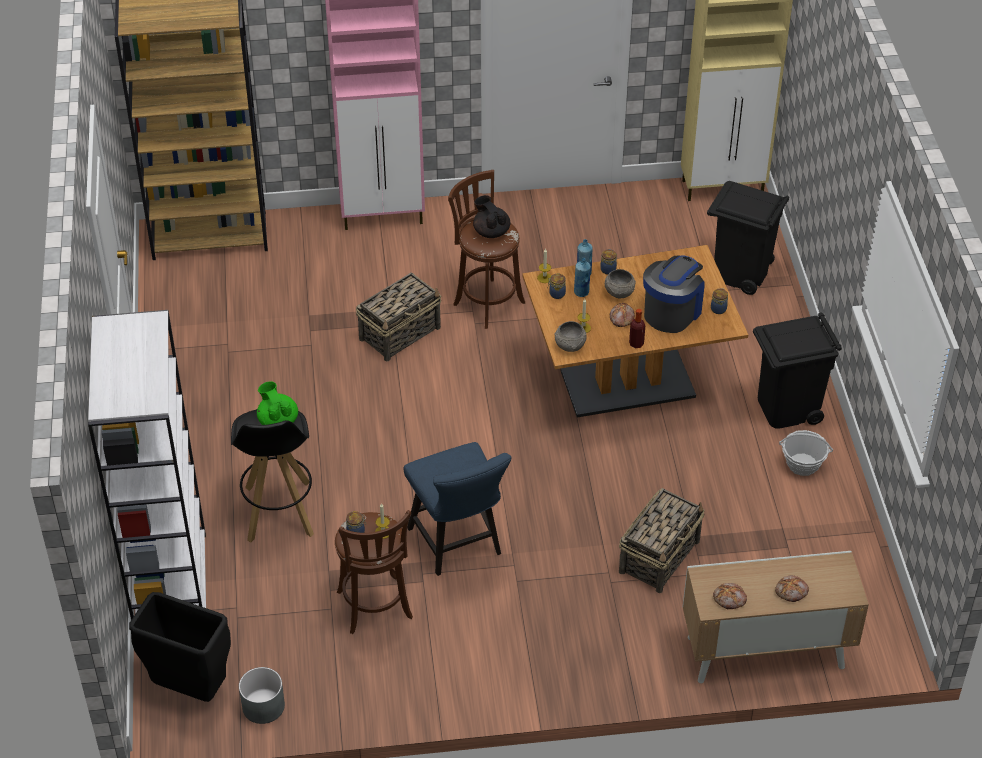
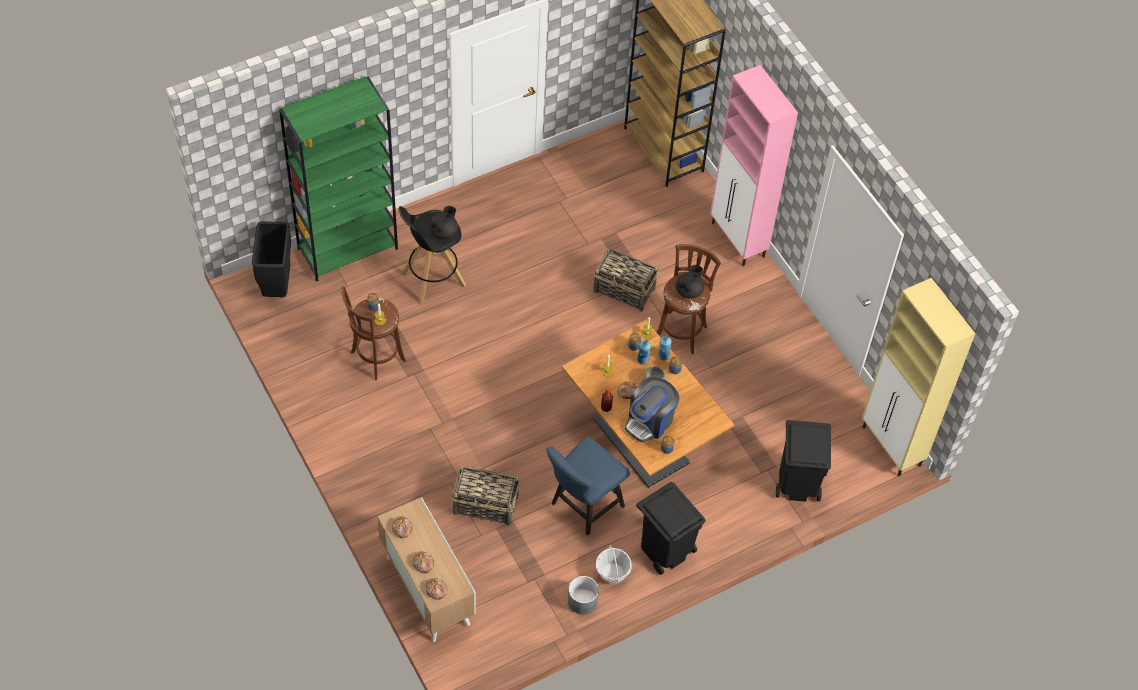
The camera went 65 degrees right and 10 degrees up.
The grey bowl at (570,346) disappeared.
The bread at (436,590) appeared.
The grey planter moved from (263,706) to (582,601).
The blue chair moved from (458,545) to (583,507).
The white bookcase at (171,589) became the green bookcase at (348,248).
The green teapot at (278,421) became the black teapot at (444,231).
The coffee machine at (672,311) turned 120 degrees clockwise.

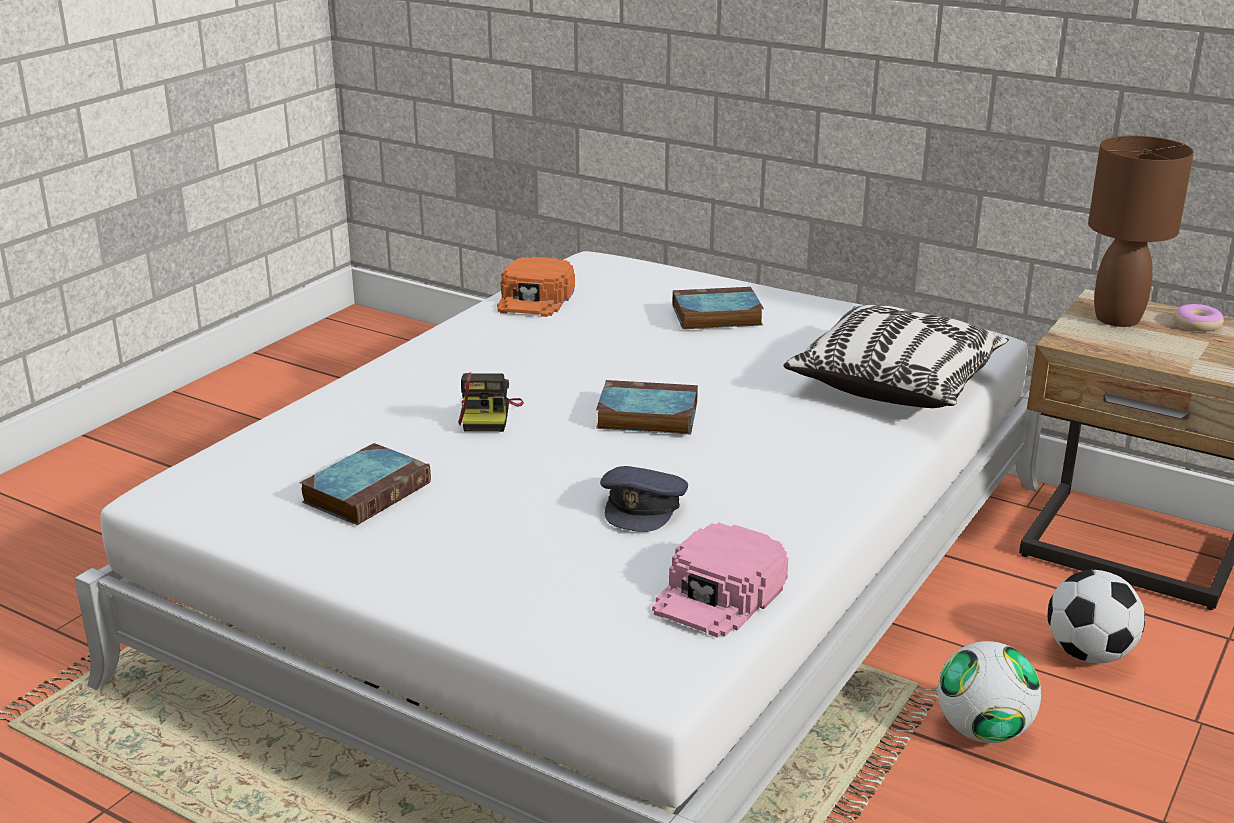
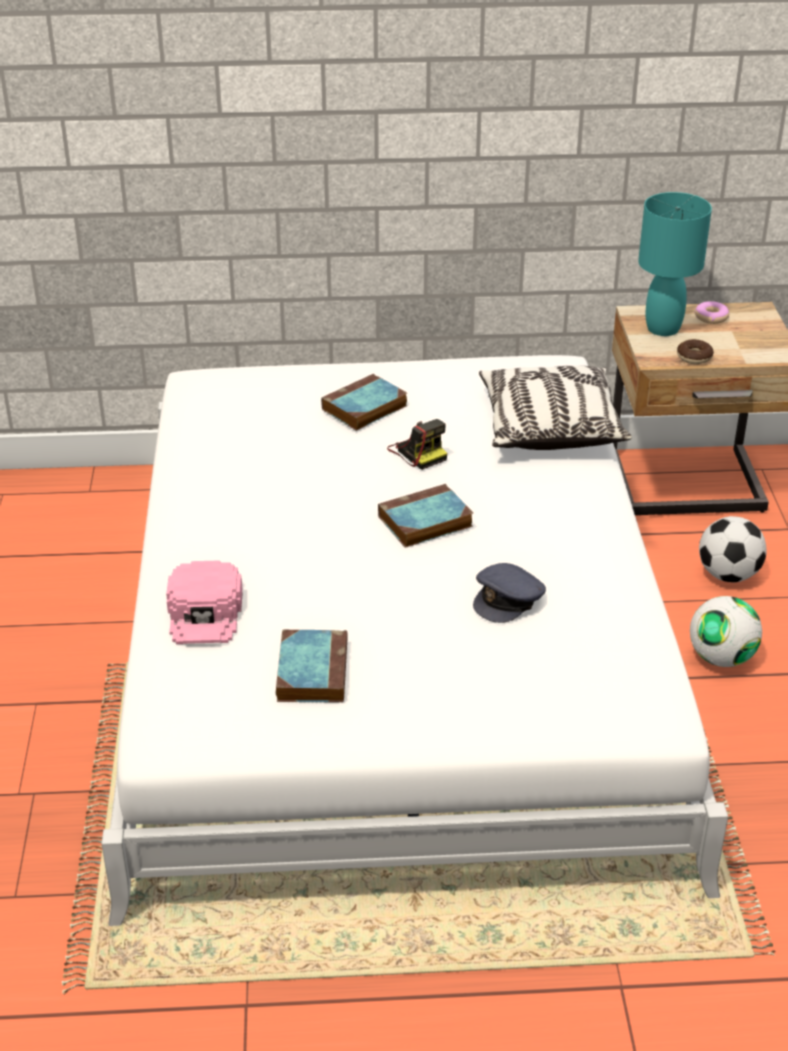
The camera went 35 degrees left and 10 degrees up.
The orange cap at (536,298) disappeared.
The donut at (694,357) appeared.
The photo camera moved from (488,415) to (418,452).
The pink cap moved from (720,593) to (205,611).
The brown table lamp at (1117,318) became the turquoise table lamp at (662,328).
The grey cap at (643,506) turned 60 degrees clockwise.

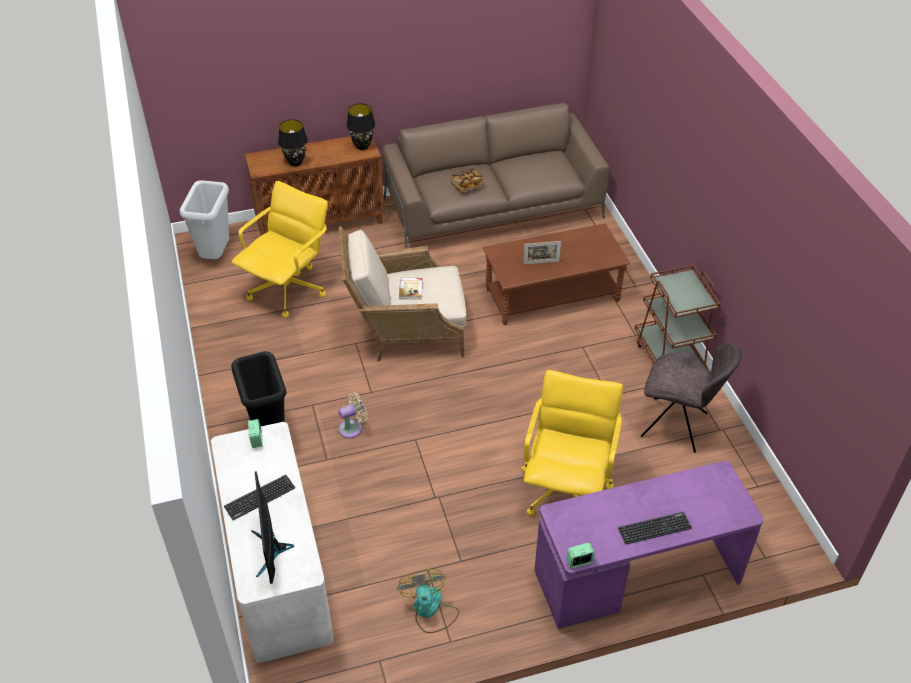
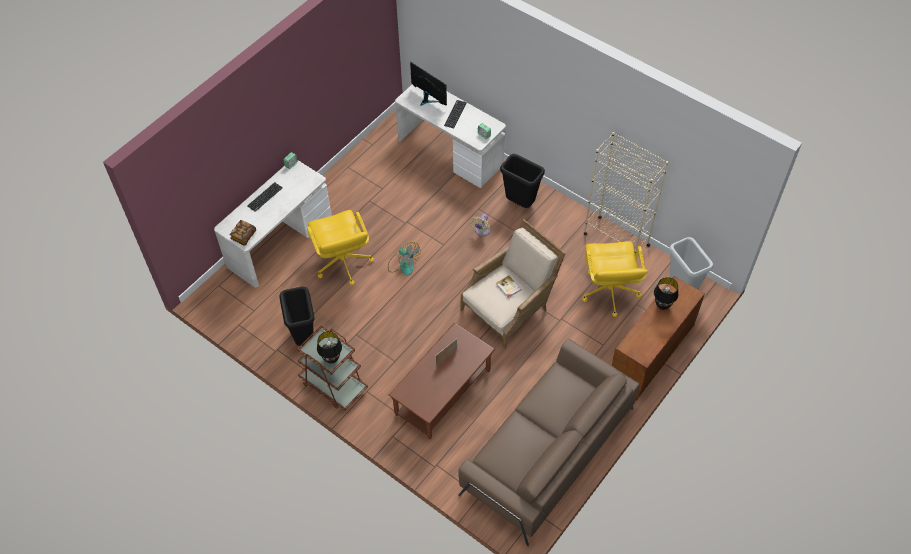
The camera went 145 degrees right and 10 degrees up.
The beige bookcase at (616,239) appeared.
The black table lamp moved from (362,147) to (331,359).
The fan moved from (430,610) to (403,264).
The book moved from (466,186) to (243,236).
The grey chair at (677,426) was replaced by the black trash can at (303,337).
The purple desk at (637,576) became the white desk at (279,240).

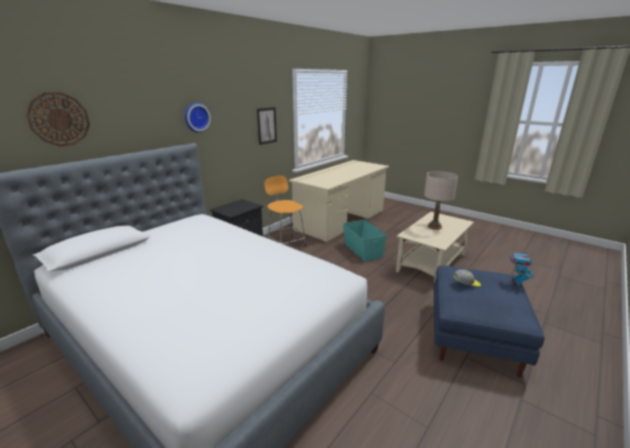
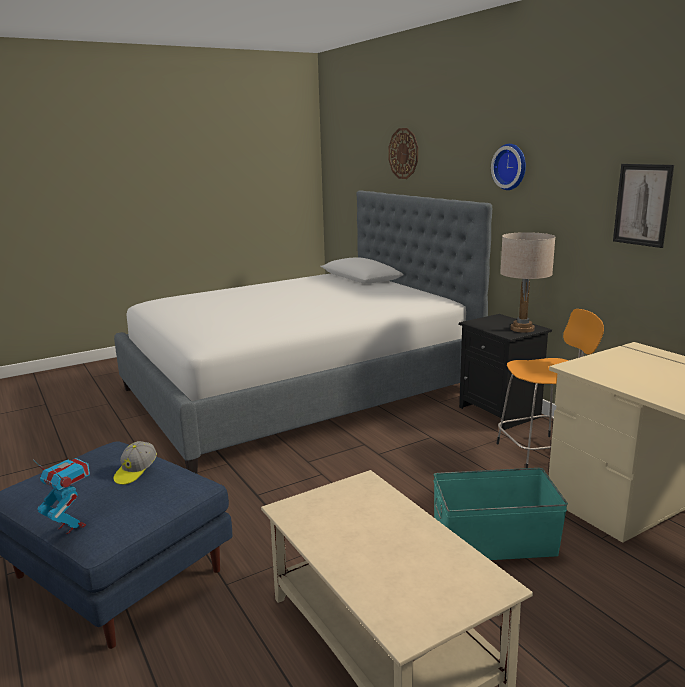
The camera went 110 degrees right and 5 degrees down.
The beige table lamp moved from (434,227) to (522,329).

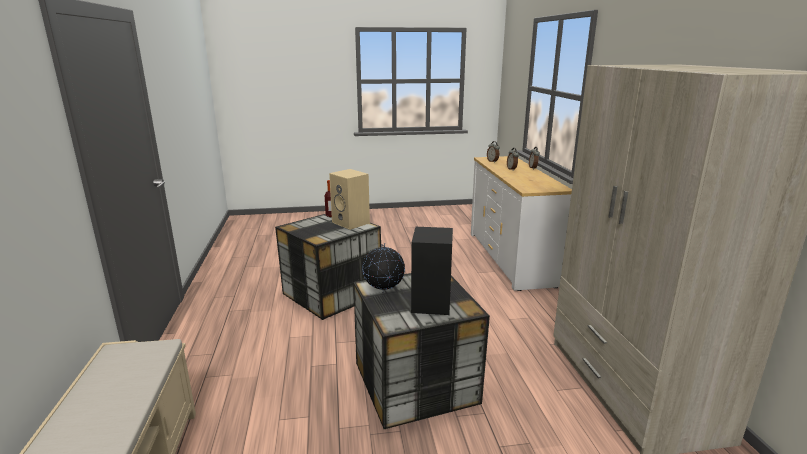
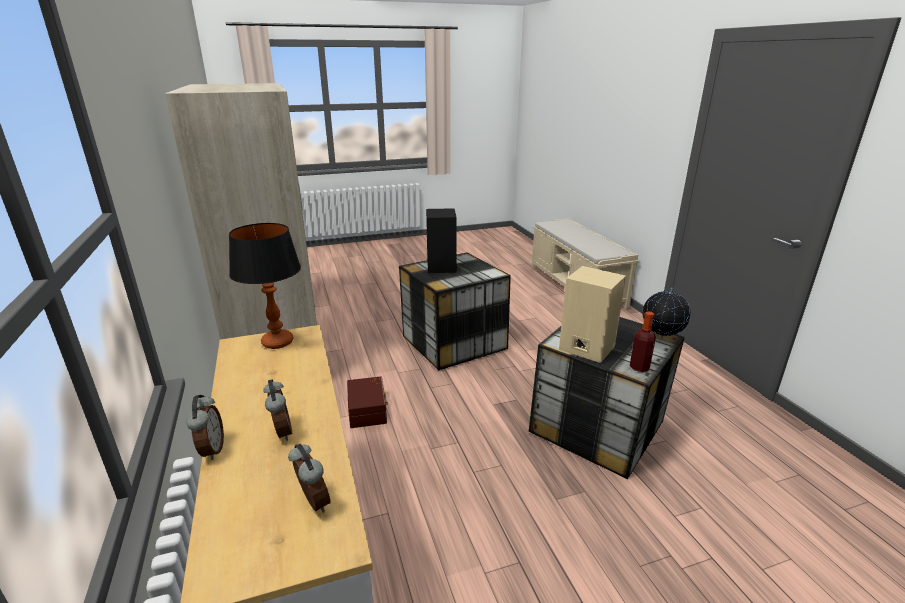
The camera went 170 degrees right and 5 degrees up.
The table lamp at (278,342) appeared.
The brown storage box at (368,410) appeared.
The globe moved from (384,292) to (661,338).

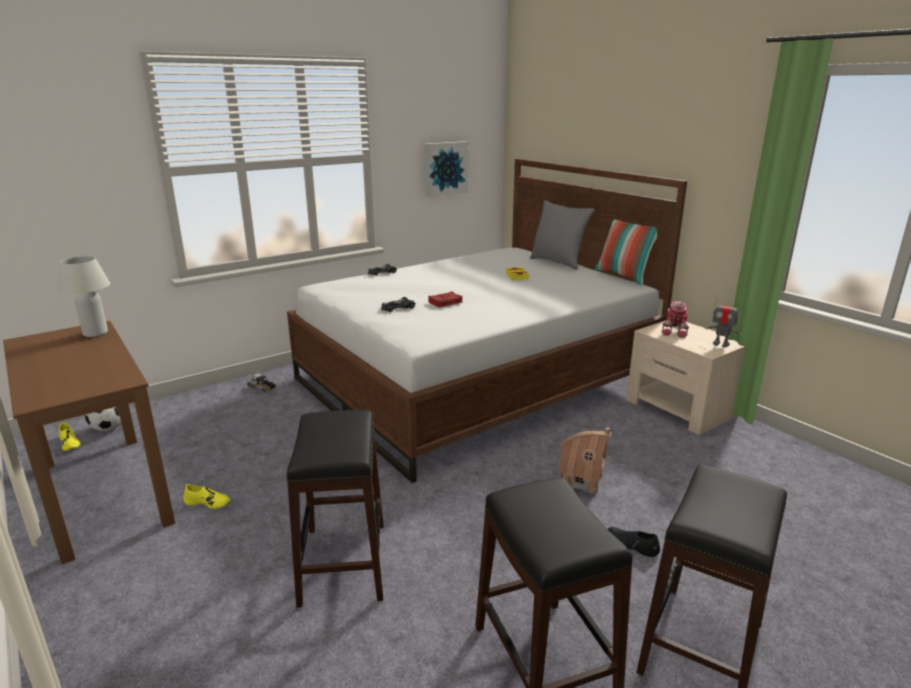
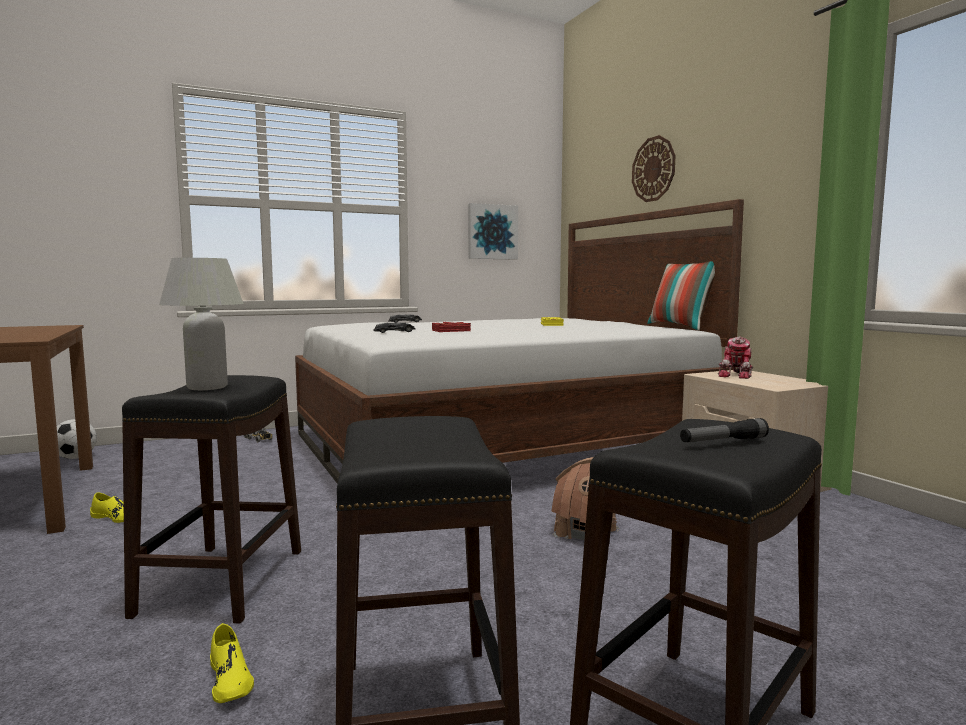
The camera went 10 degrees right and 15 degrees down.
The grey pillow at (558,262) disappeared.
The black shoe at (632,545) disappeared.
The toy robot at (720,344) disappeared.
The wall clock at (653,169) appeared.
The flashlight at (723,441) appeared.
The white table lamp moved from (95,333) to (207,387).
The yellow shoe moved from (69,443) to (230,679).

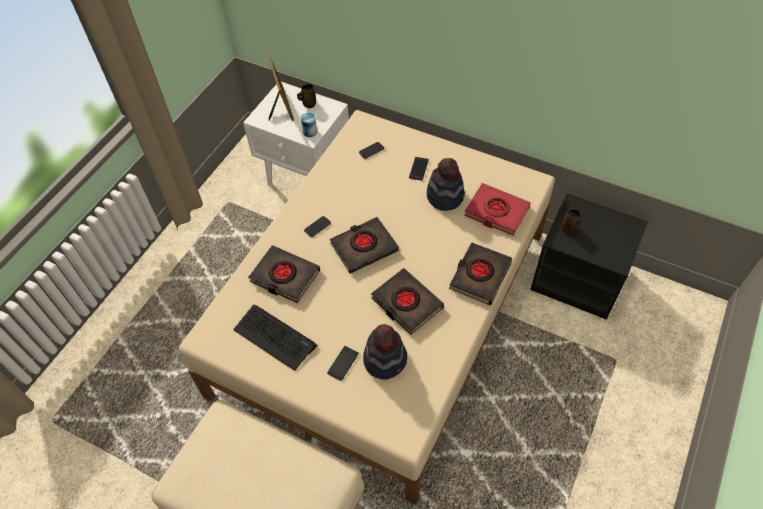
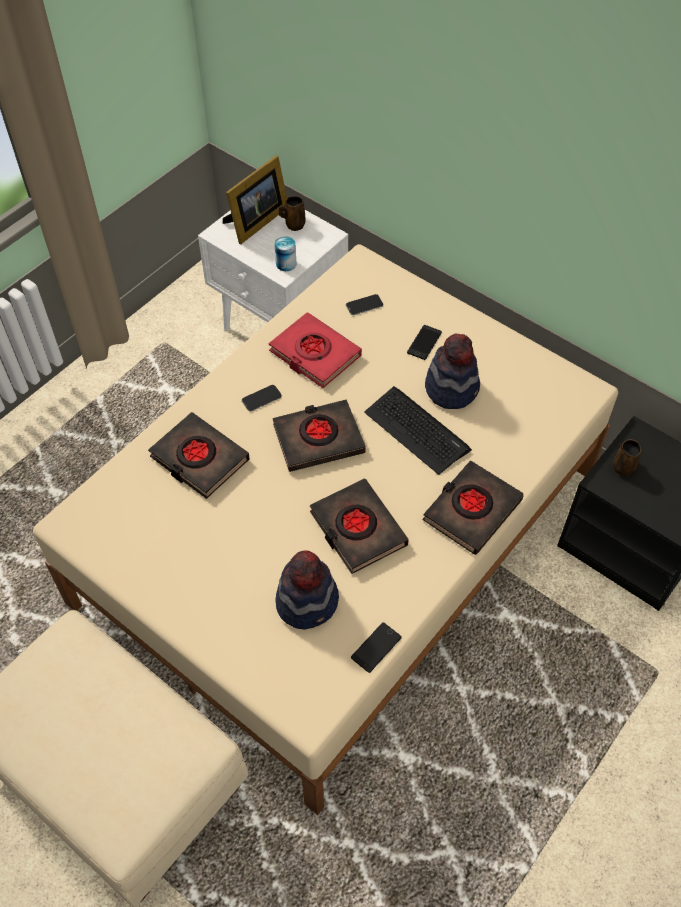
The camera went 10 degrees right and 0 degrees up.
The keyboard moved from (275,337) to (417,430).
The phone moved from (343,363) to (376,647).
The red book moved from (496,212) to (314,354).
The picture frame at (281,106) turned 45 degrees clockwise.

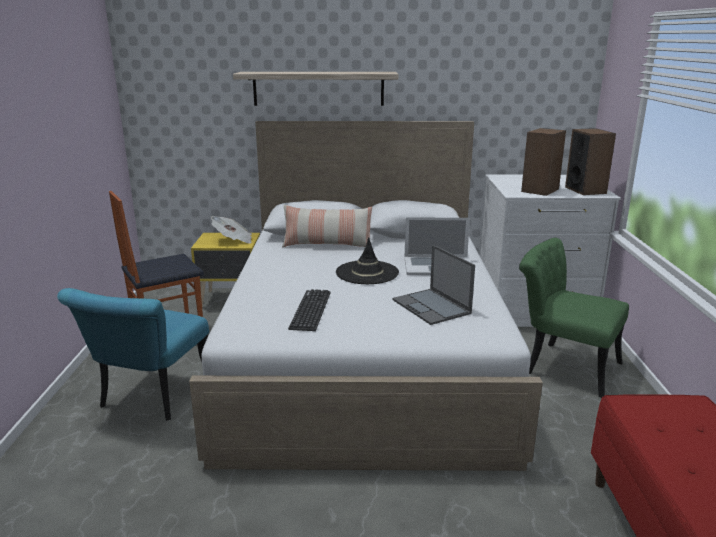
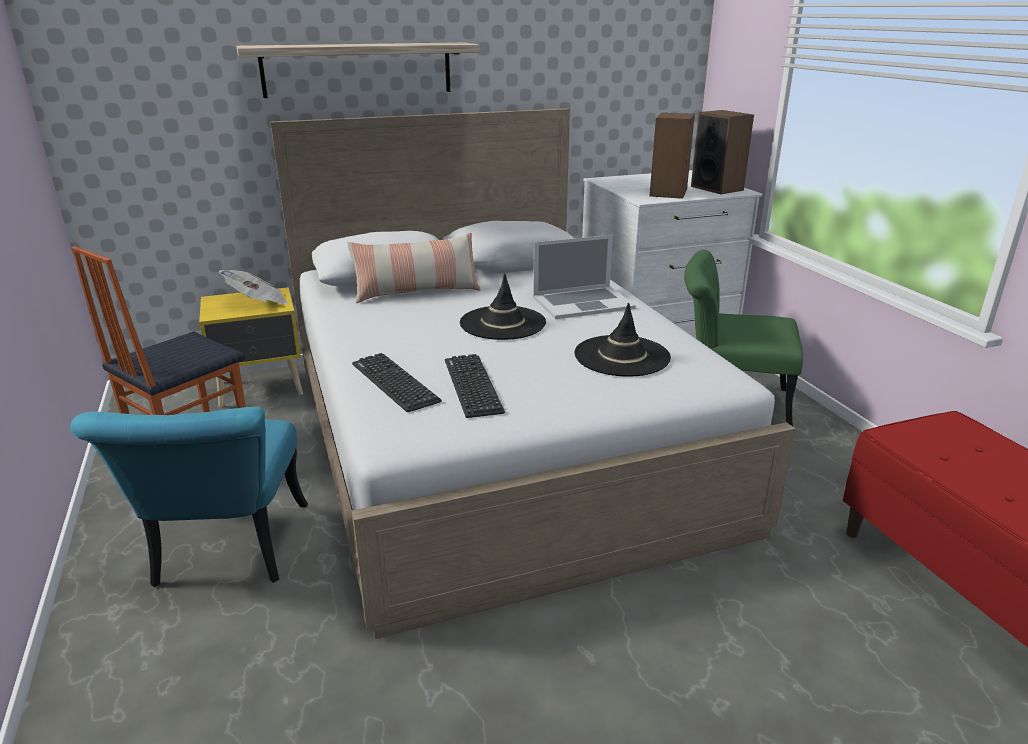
The camera went 20 degrees left and 5 degrees up.
The keyboard at (394,383) appeared.
The laptop at (432,307) was replaced by the black hat at (622,356).

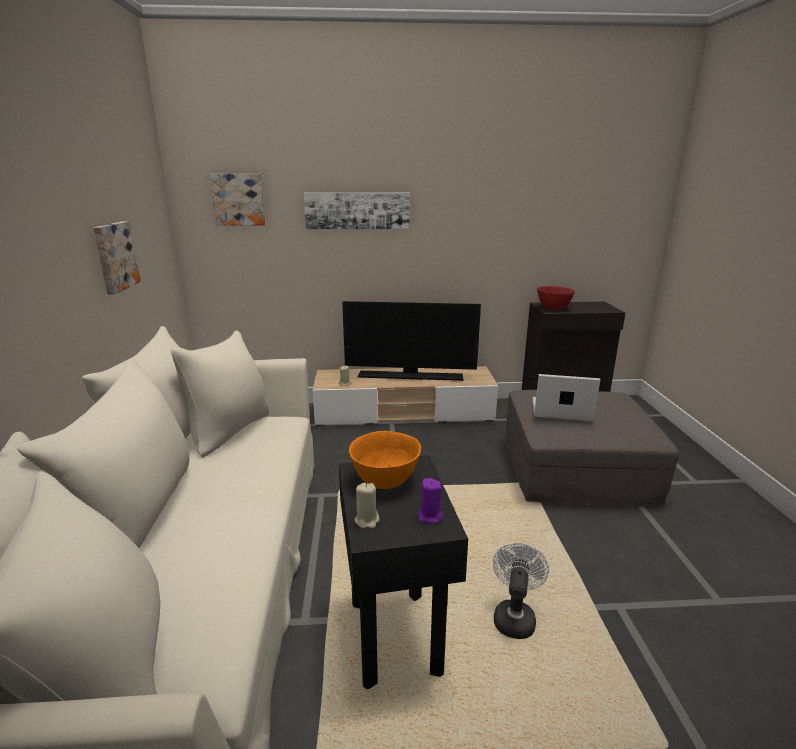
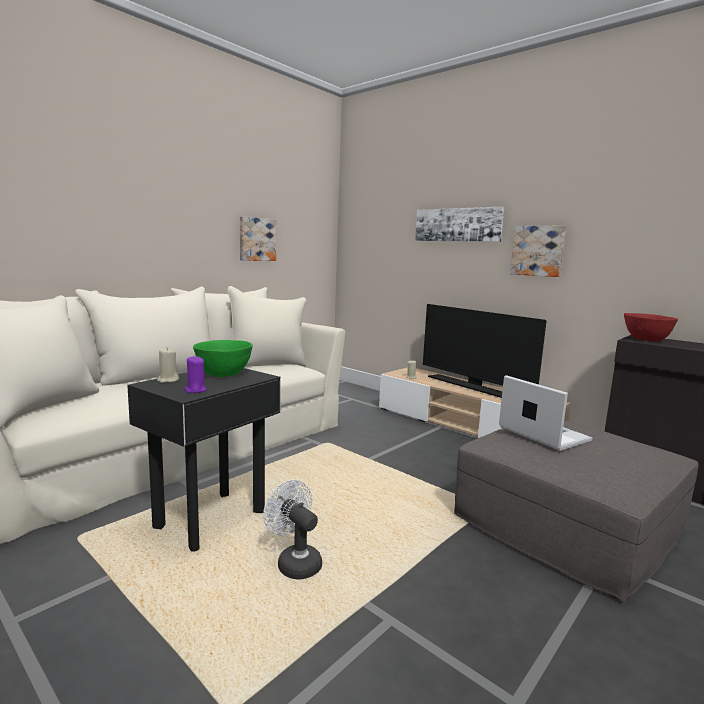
The camera went 45 degrees right and 10 degrees down.
The picture moved from (238,199) to (538,251).
The orange bowl at (385,480) became the green bowl at (224,374).
The white fan at (514,616) turned 105 degrees counterclockwise.

